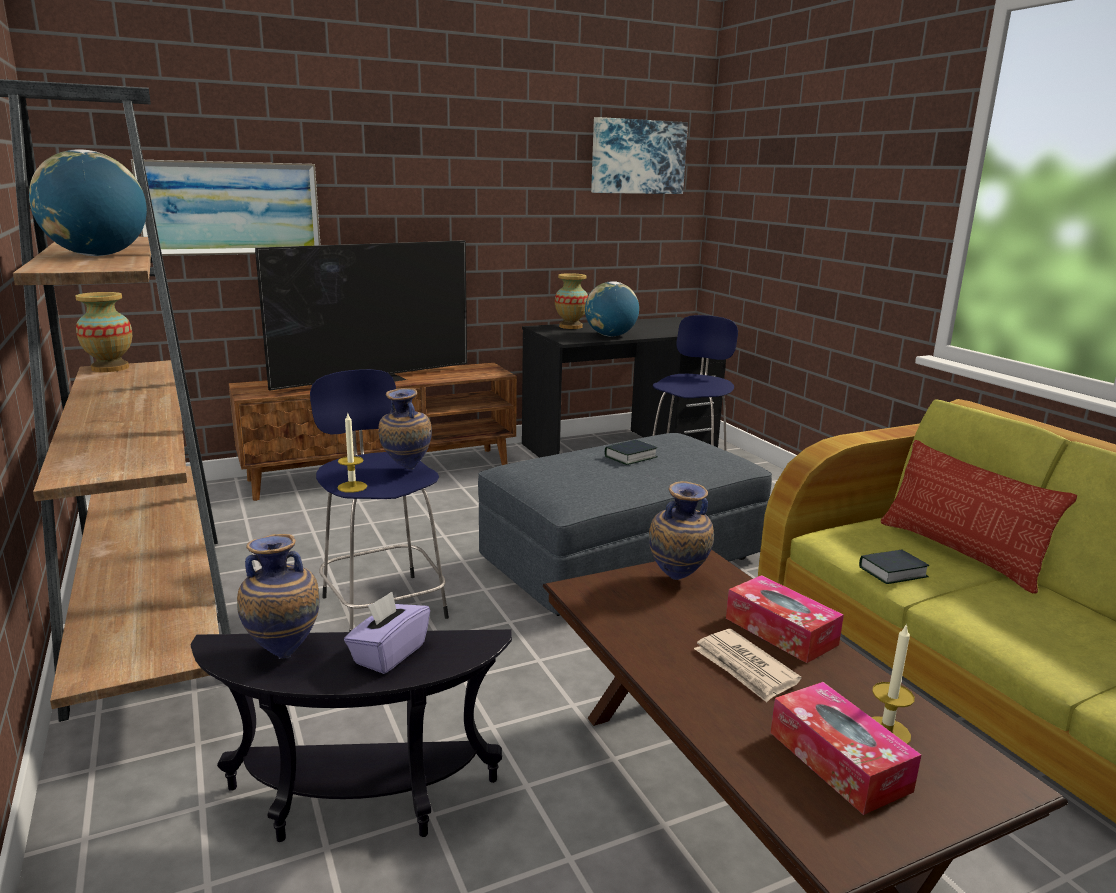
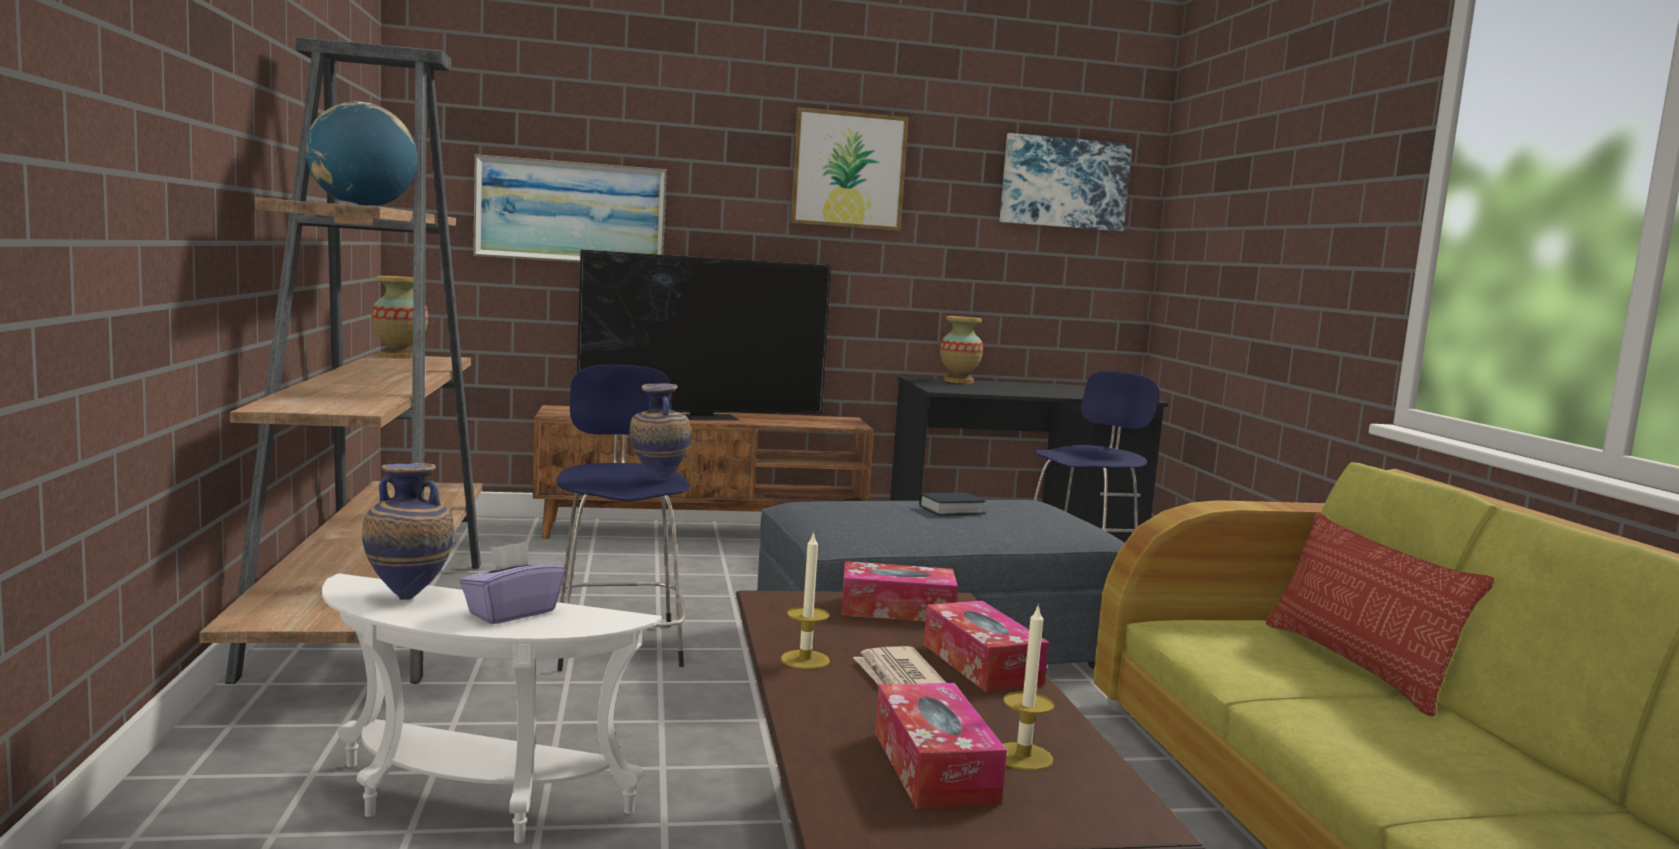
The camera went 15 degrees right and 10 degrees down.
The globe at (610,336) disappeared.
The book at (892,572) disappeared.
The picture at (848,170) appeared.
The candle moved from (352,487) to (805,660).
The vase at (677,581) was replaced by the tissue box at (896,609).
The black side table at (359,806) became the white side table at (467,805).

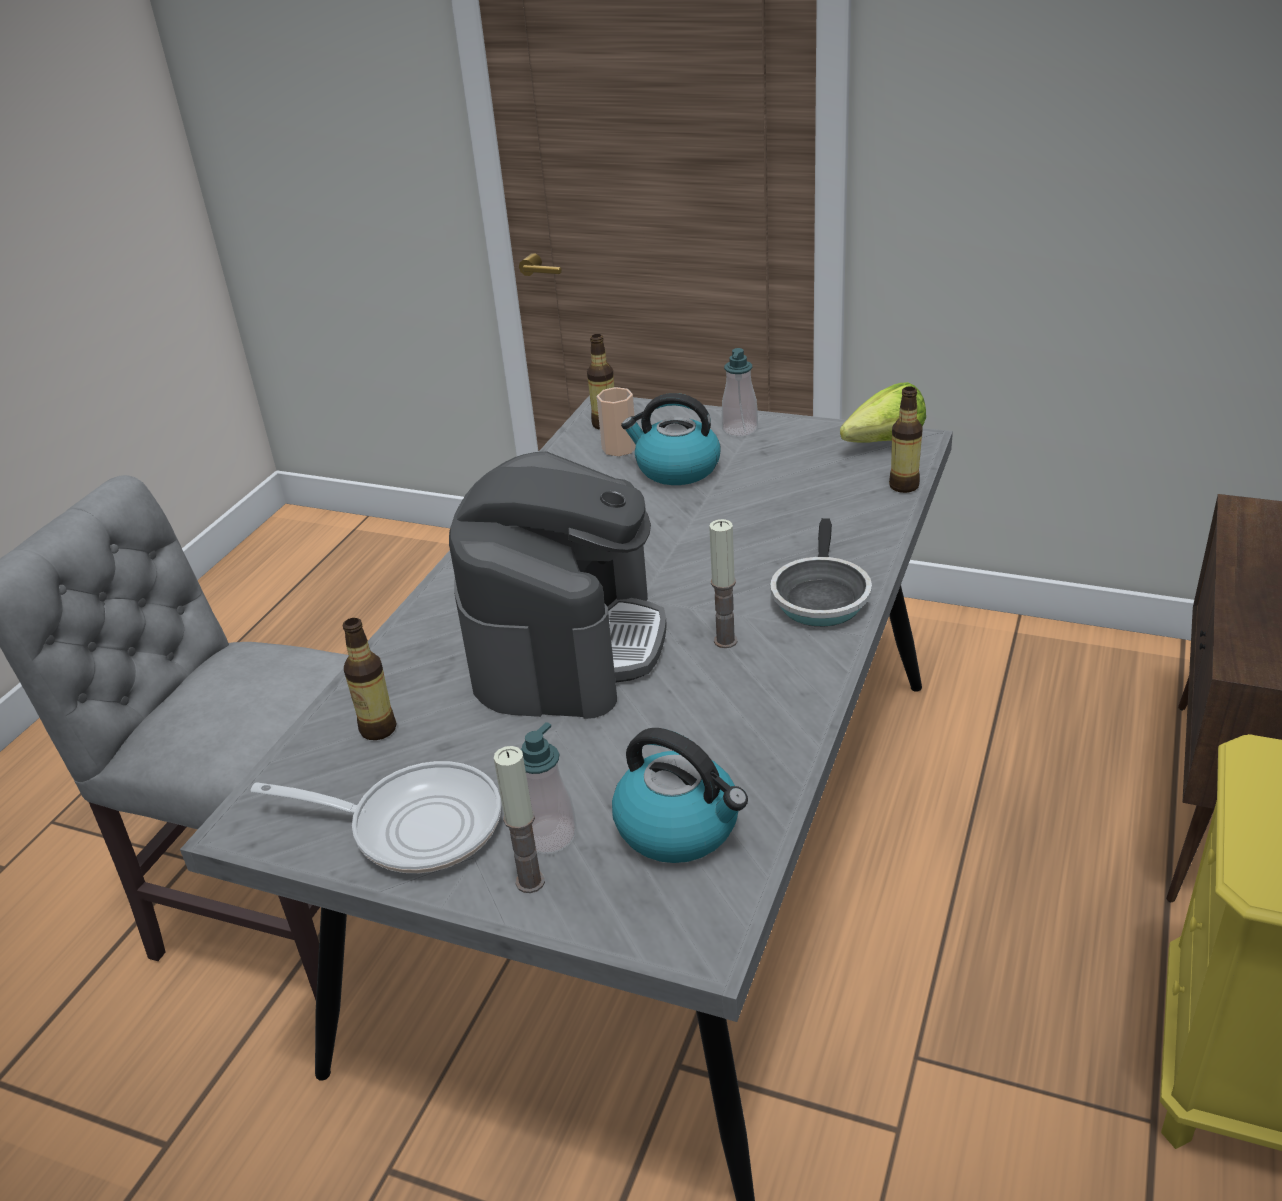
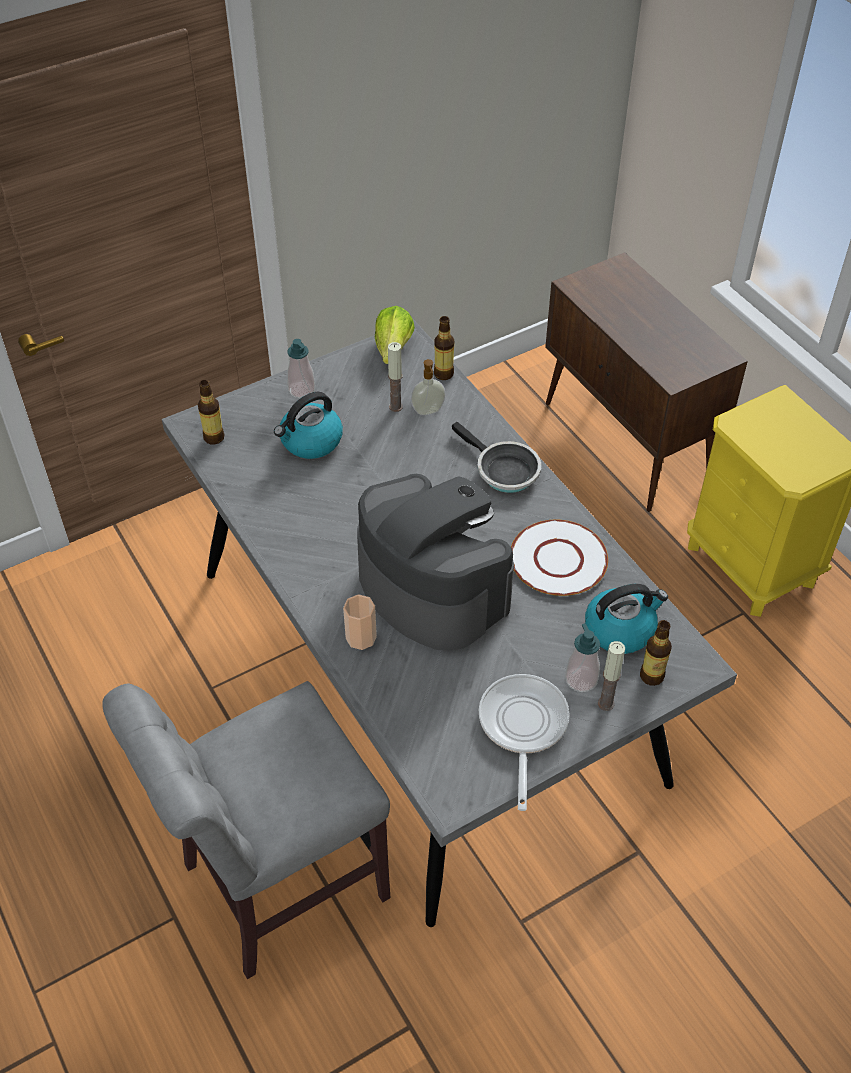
The camera went 55 degrees left and 15 degrees up.
The soap dispenser at (428,411) appeared.
The white plate at (558,560) appeared.
The bottle moved from (378,729) to (652,676).
The cup moved from (619,448) to (361,637).
The candle moved from (725,641) to (395,407).
The frying pan at (415,825) turned 45 degrees counterclockwise.

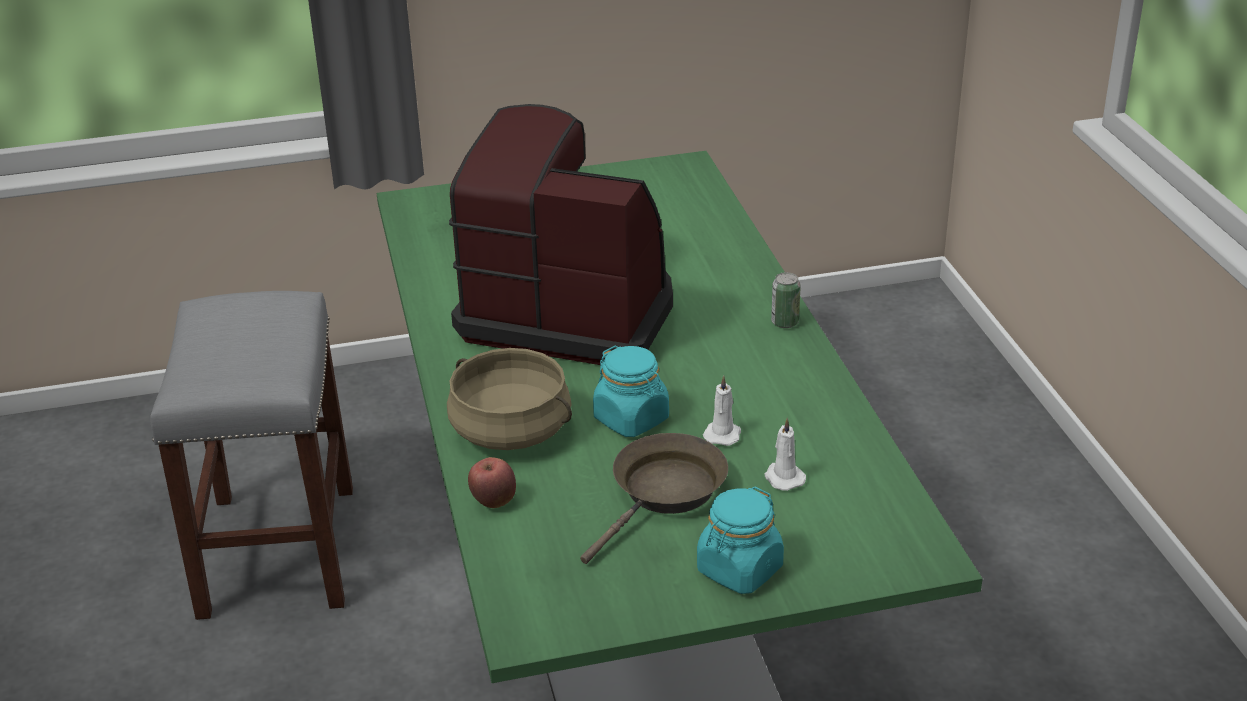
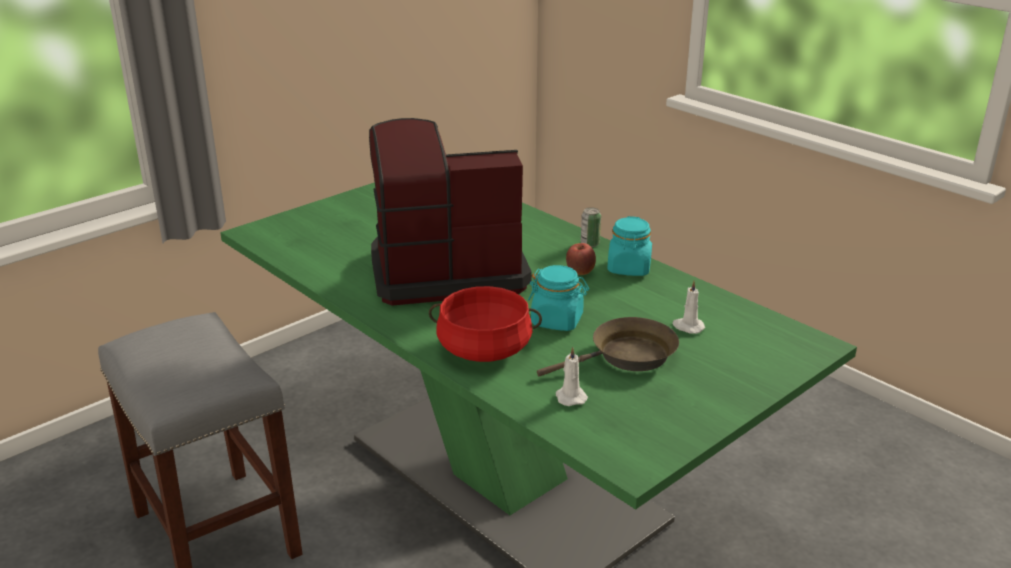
The camera went 30 degrees left and 5 degrees down.
The apple moved from (493,502) to (580,273).
The turquoise jar moved from (739,570) to (629,268).
The white candle moved from (723,434) to (570,397).
The beige cooking pot at (512,430) became the red cooking pot at (485,349).
The brown frying pan at (664,493) turned 60 degrees clockwise.

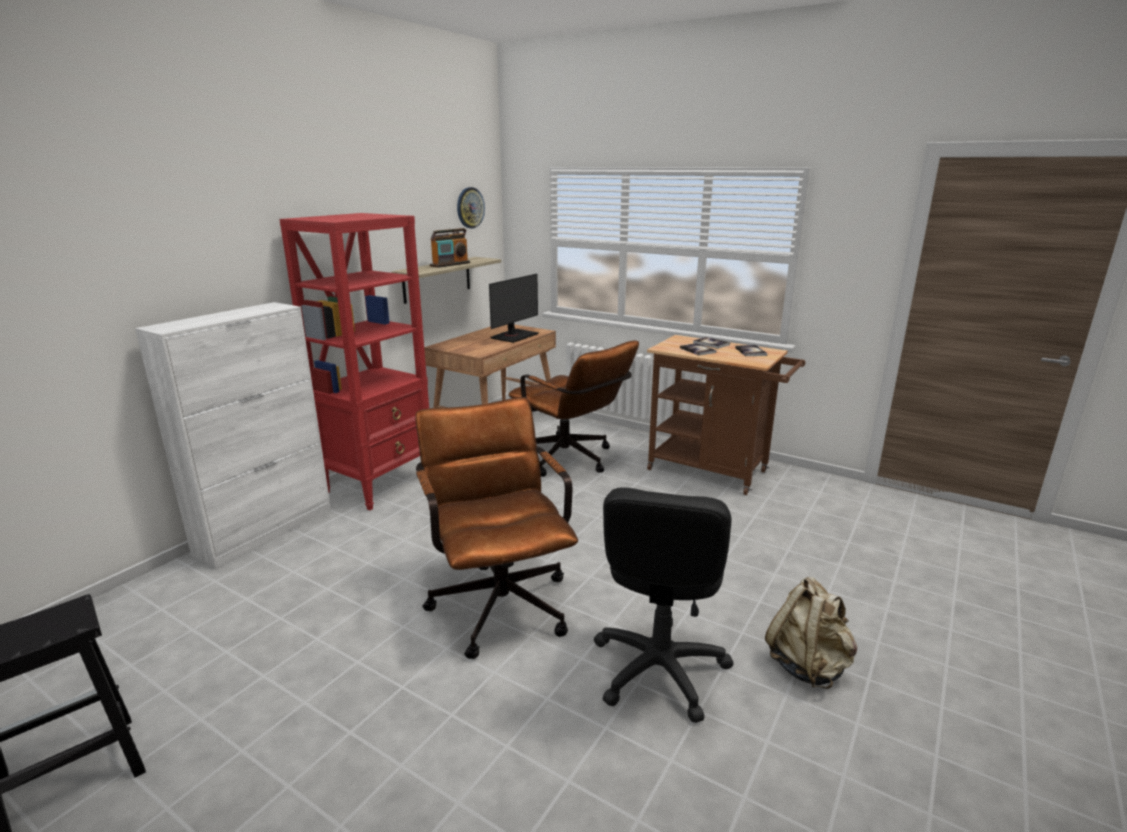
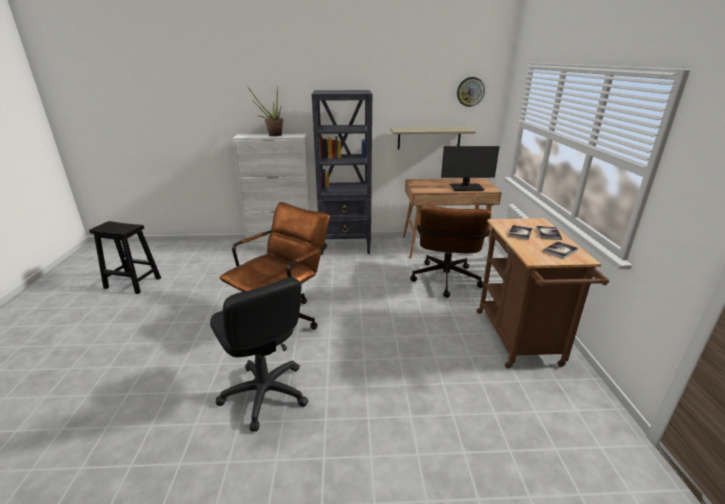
The camera went 55 degrees right and 5 degrees up.
The radio at (450,264) disappeared.
The beige backpack at (808,665) disappeared.
The potted plant at (272,135) appeared.
The red bookcase at (380,483) became the black bookcase at (346,246).
The black office chair at (658,669) turned 105 degrees counterclockwise.

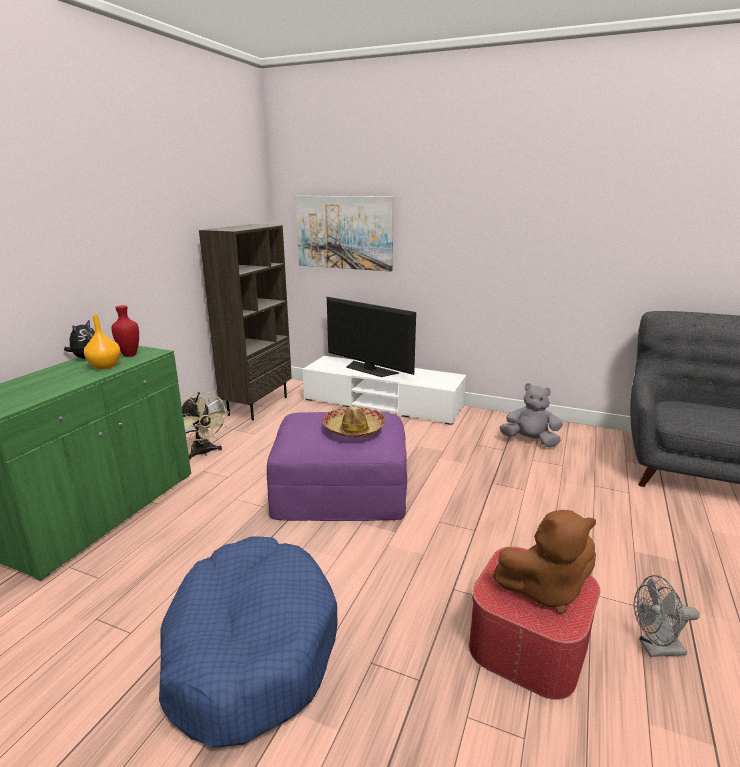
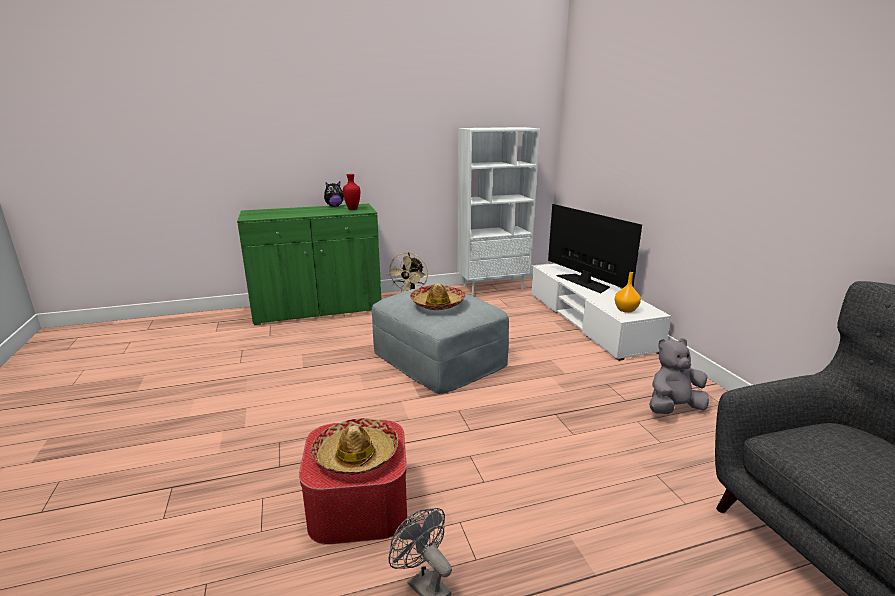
The camera went 50 degrees right and 0 degrees up.
The blue dog bed at (250,647) disappeared.
The picture at (344,232) disappeared.
The orange vase moved from (106,366) to (626,310).
The brown plush toy at (545,590) was replaced by the hat at (356,455).
The brown bookcase at (257,405) became the white bookcase at (493,288).
The purple ottoman at (341,490) became the grey ottoman at (439,358).
The television at (369,369) turned 150 degrees clockwise.
The grey plush toy at (530,441) turned 90 degrees counterclockwise.

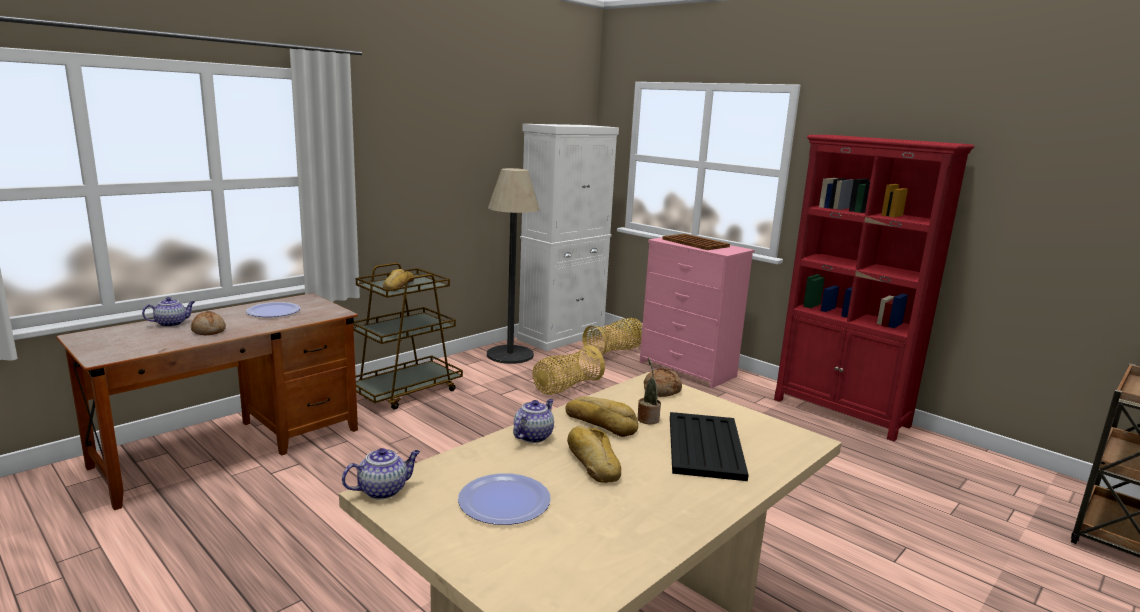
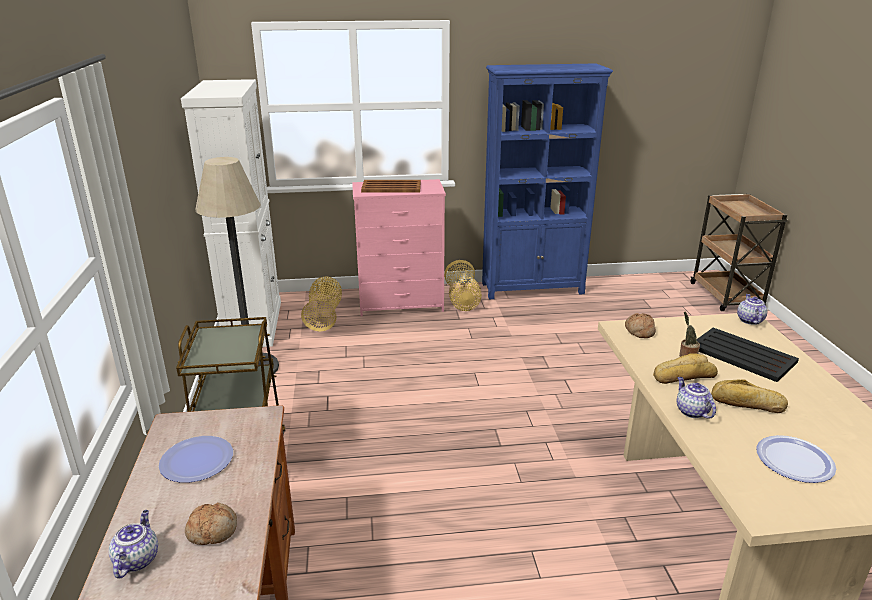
The camera went 50 degrees left and 10 degrees up.
The bread at (397,285) disappeared.
The teapot moved from (383,490) to (749,320).
The basket moved from (566,387) to (462,300).
The red bookcase at (841,413) became the blue bookcase at (533,288).

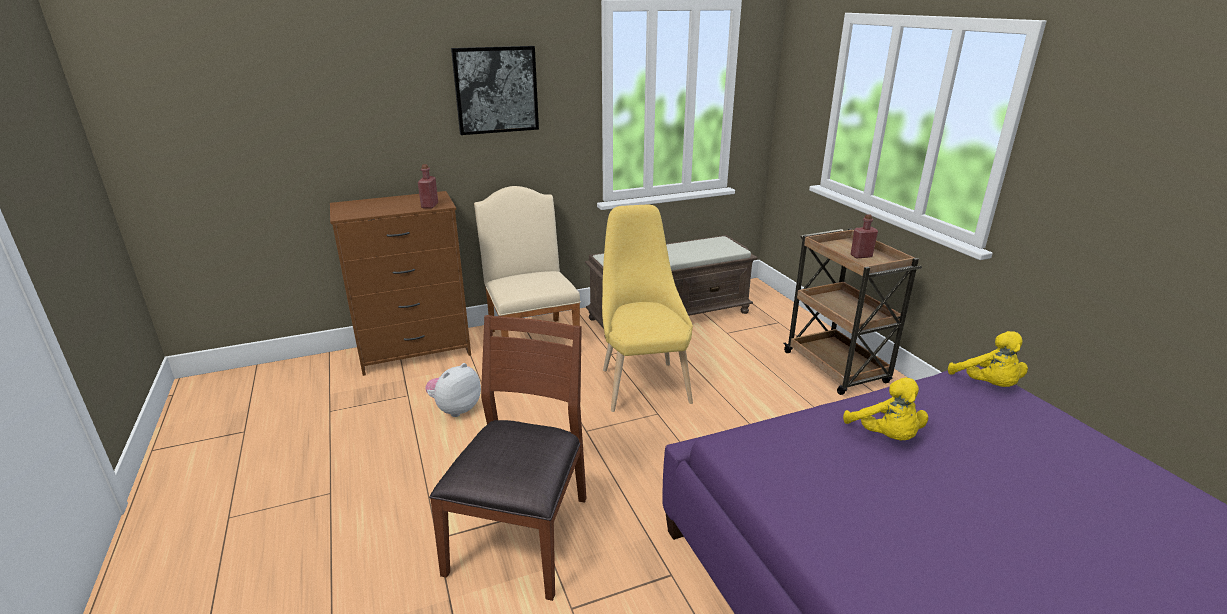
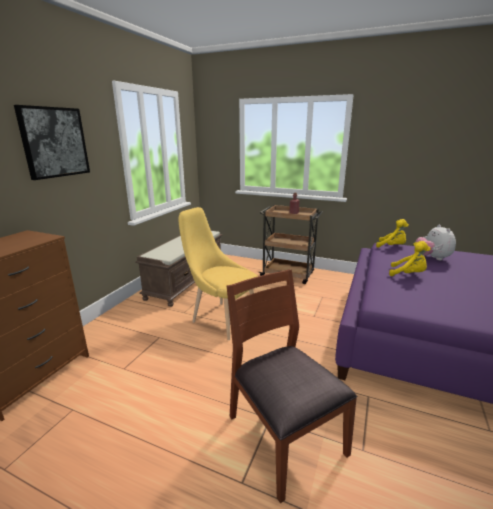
The camera went 45 degrees left and 5 degrees down.
The red bottle at (430,206) disappeared.
The beige chair at (531,338) disappeared.
The plush toy moved from (455,409) to (432,258).

